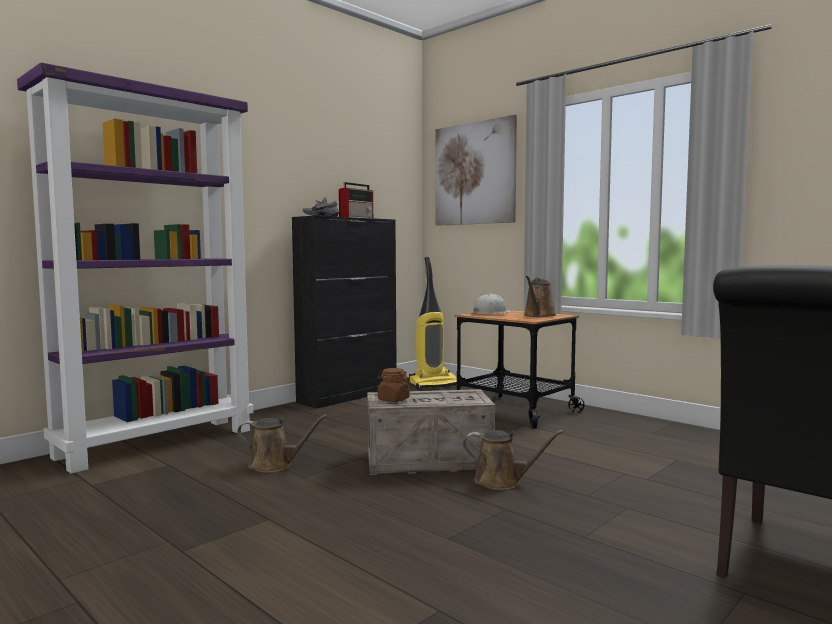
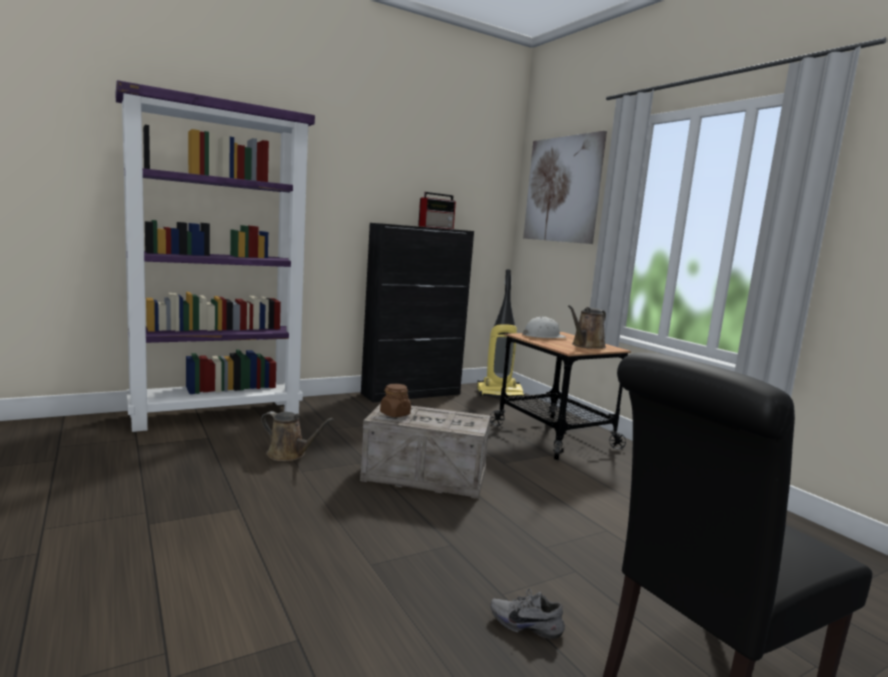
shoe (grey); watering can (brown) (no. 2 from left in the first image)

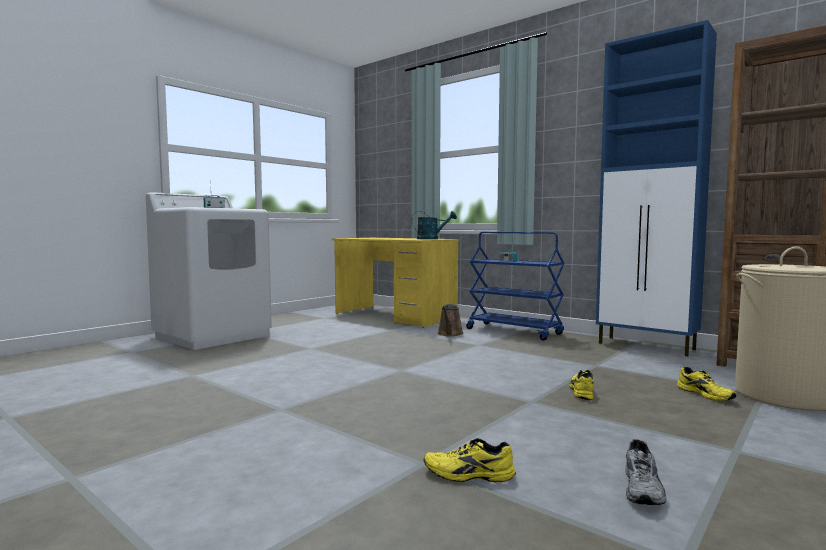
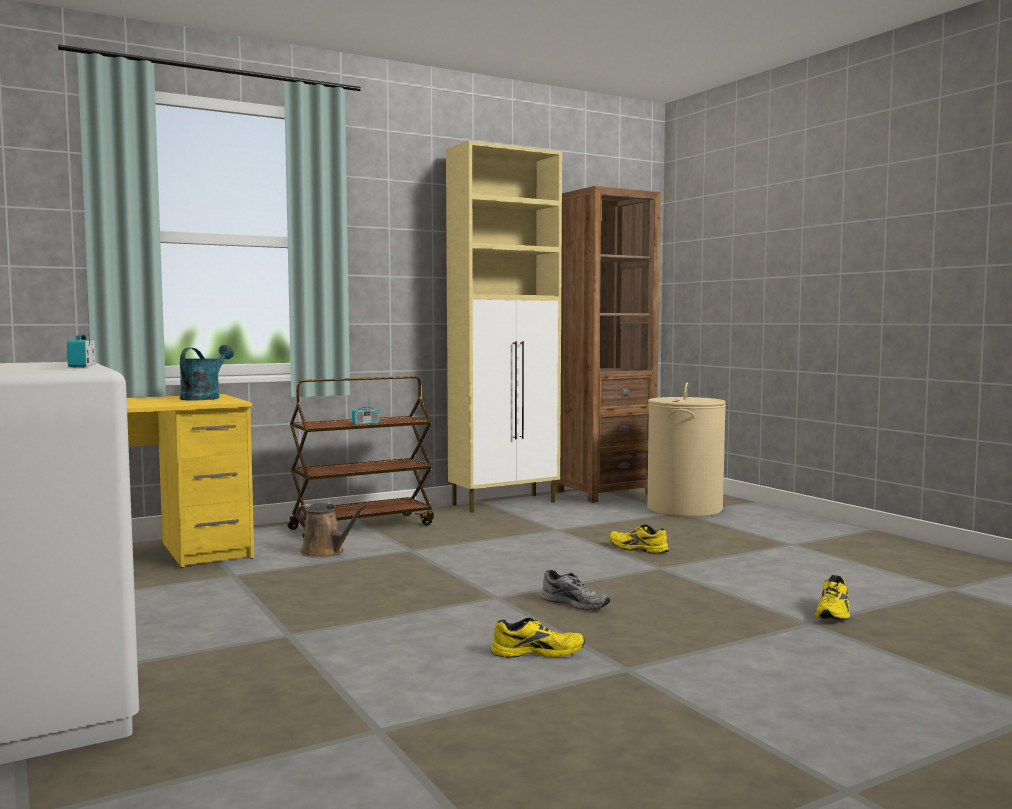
cabinet (beige); cart (brown); shoe (yellow) (no. 1 from left); shoe (grey)

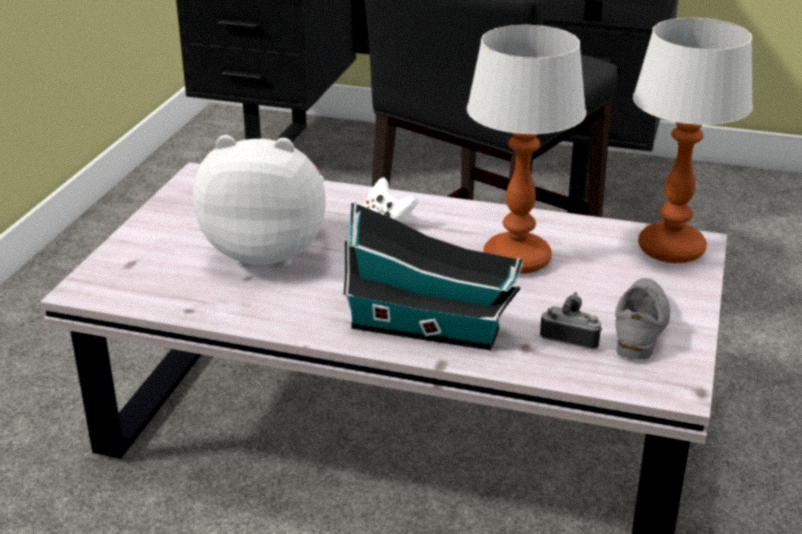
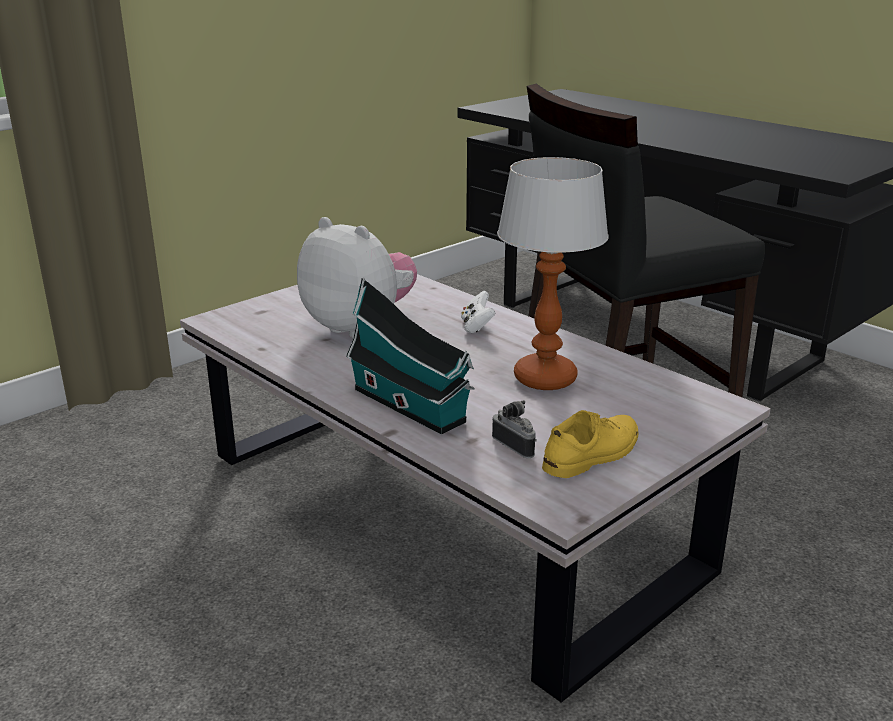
table lamp (no. 2 from left in the first image); shoe (yellow)

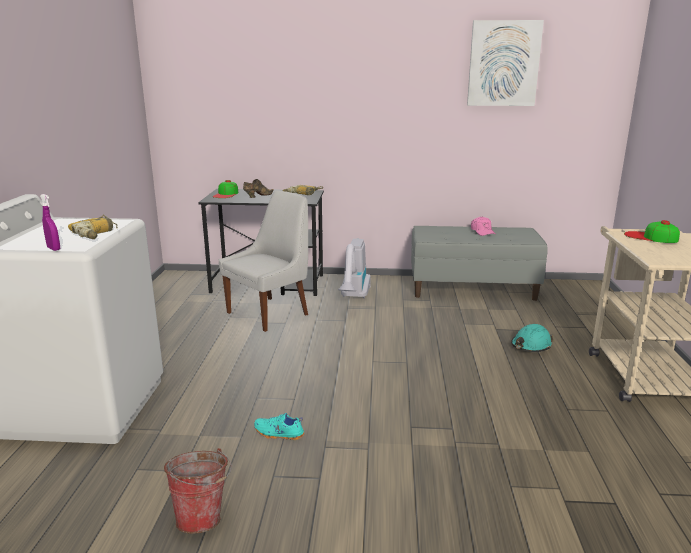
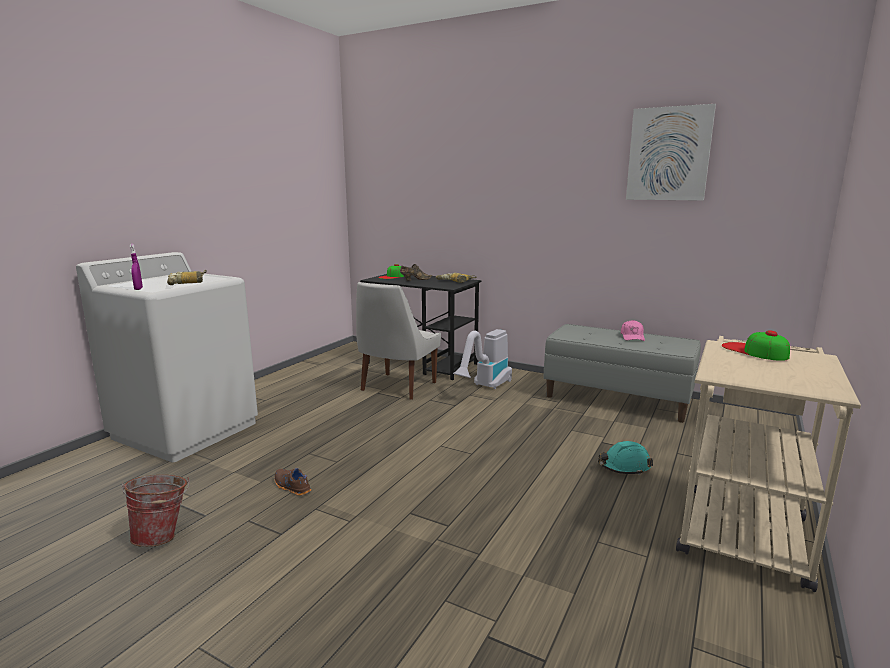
chair (white); shoe (brown) (no. 1 from left)

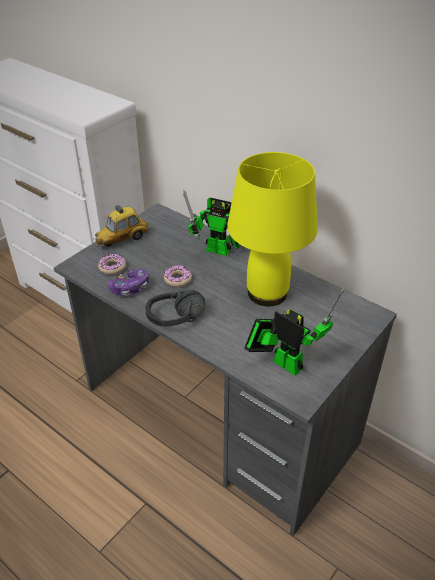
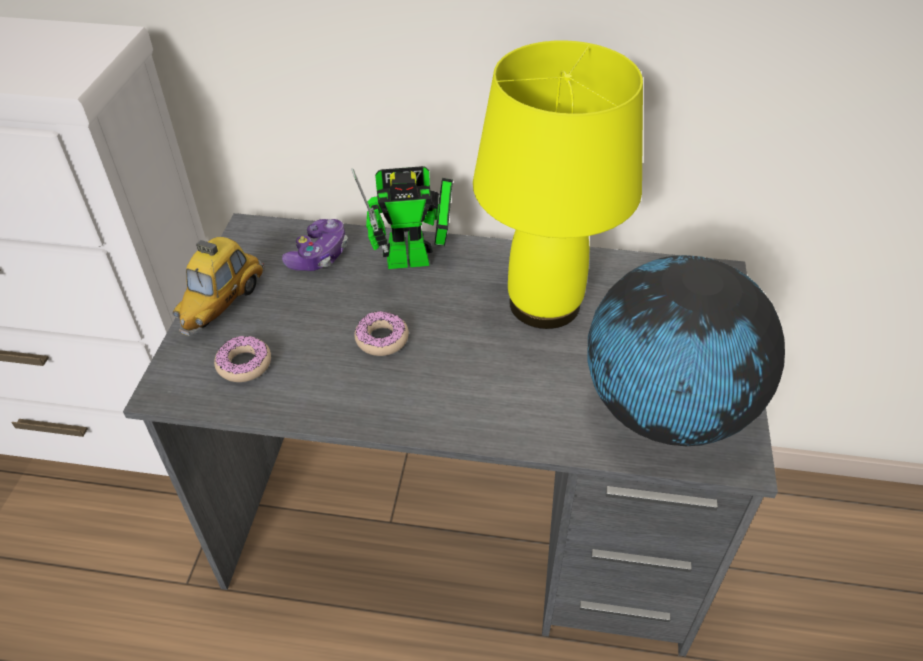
game controller; headphones (black); globe

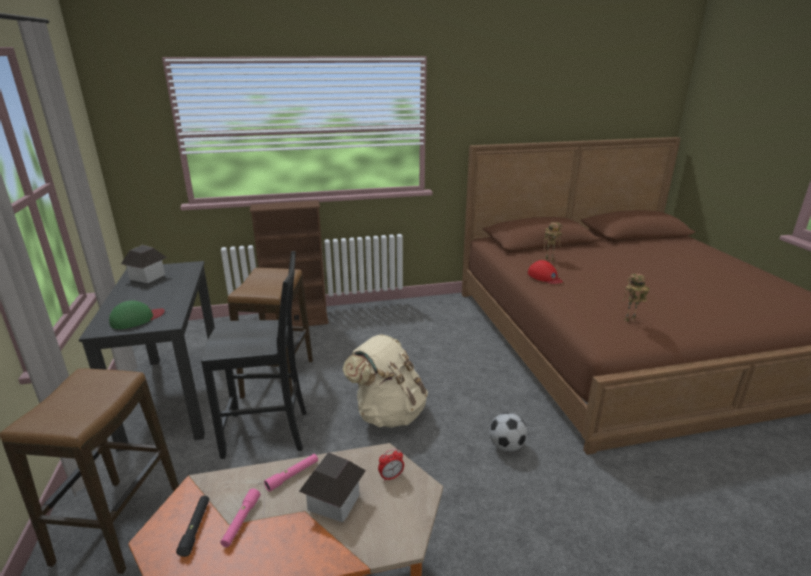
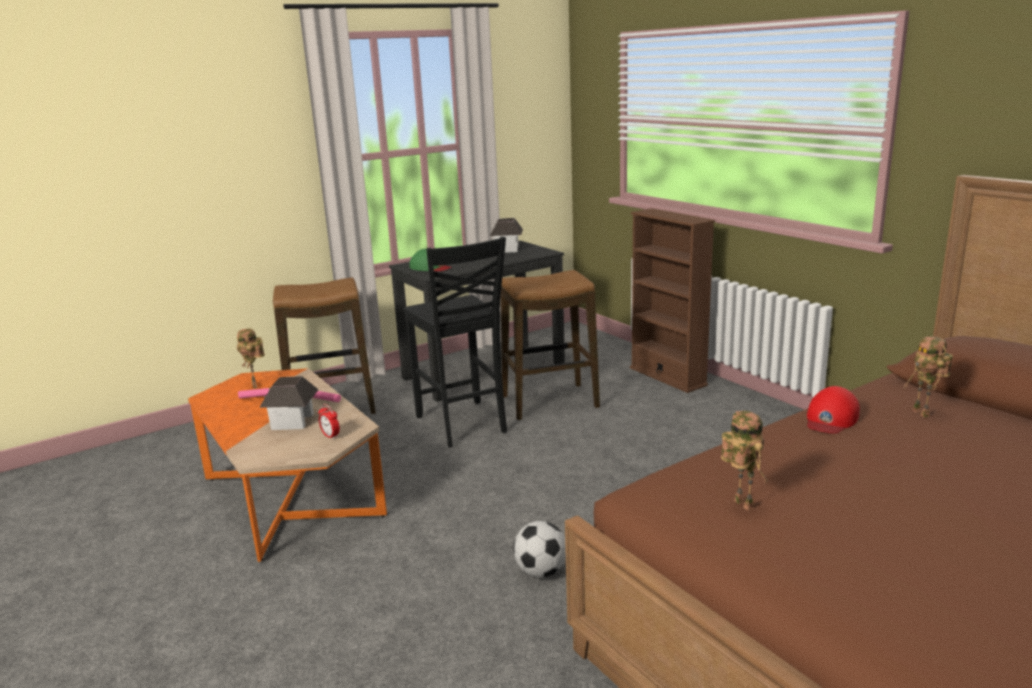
backpack (beige); toy robot (no. 1 from left)

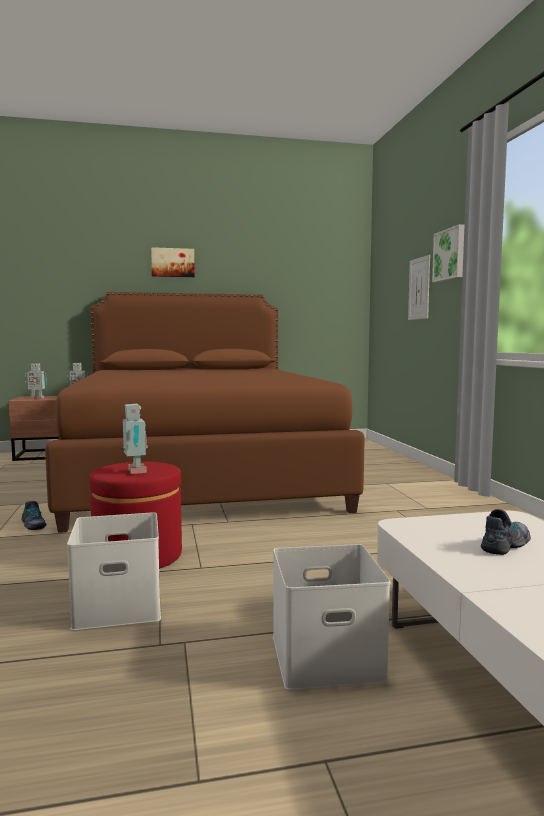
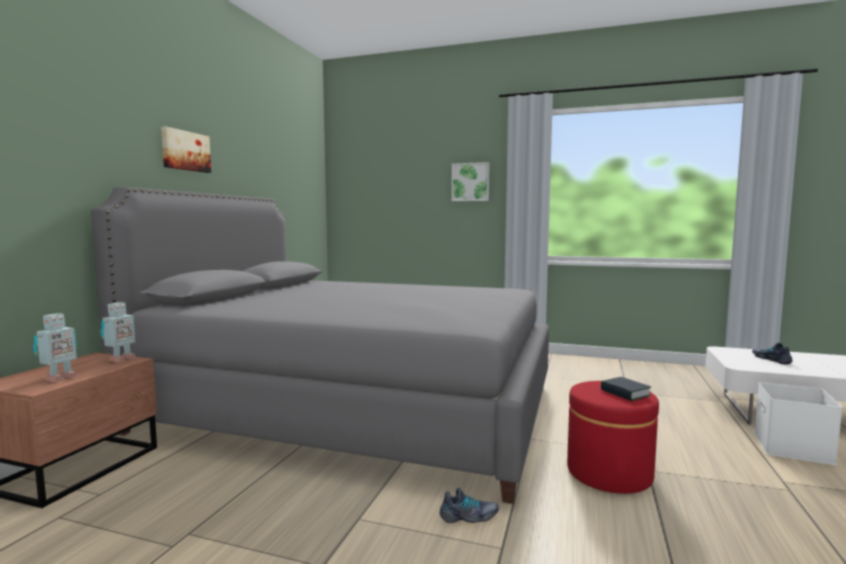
picture (no. 2 from left in the first image); bed (grey); book; storage box (white) (no. 1 from left in the first image)

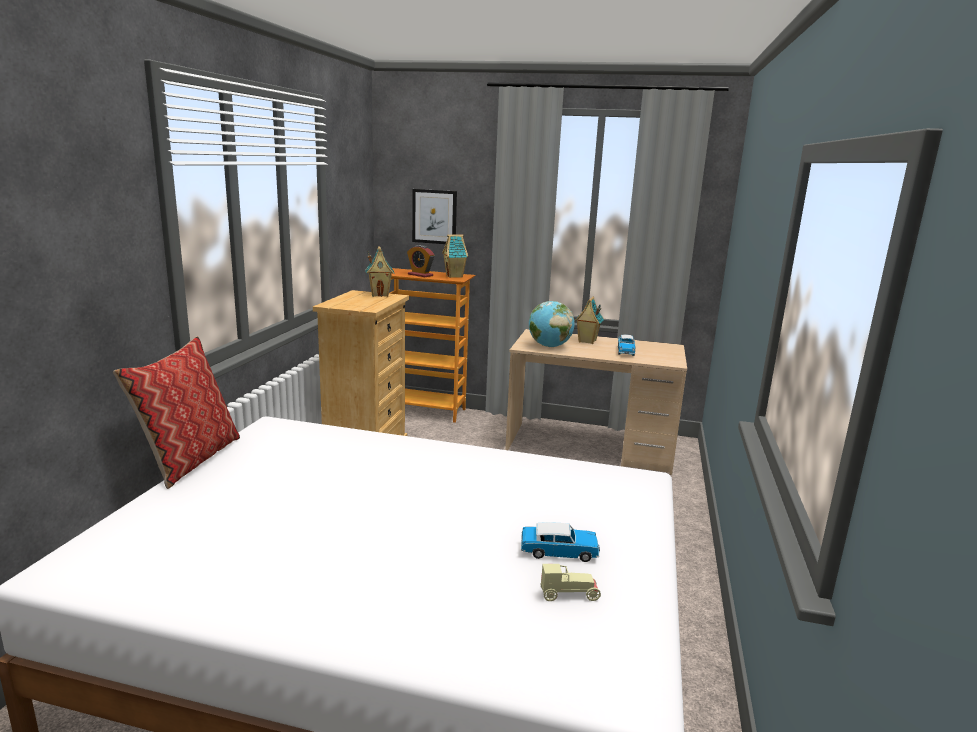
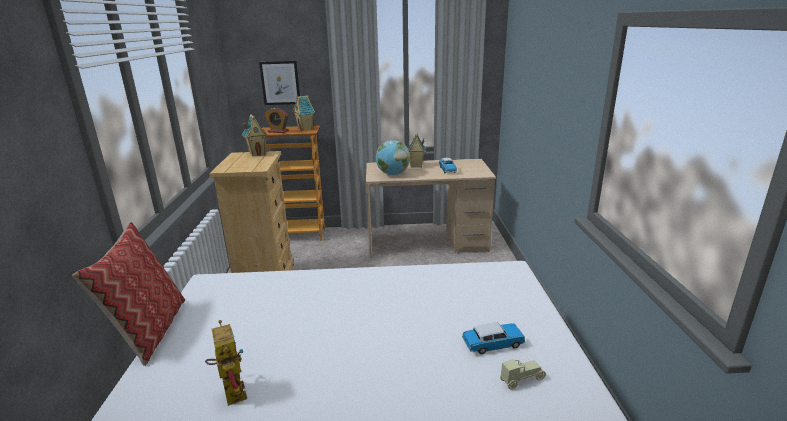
toy robot

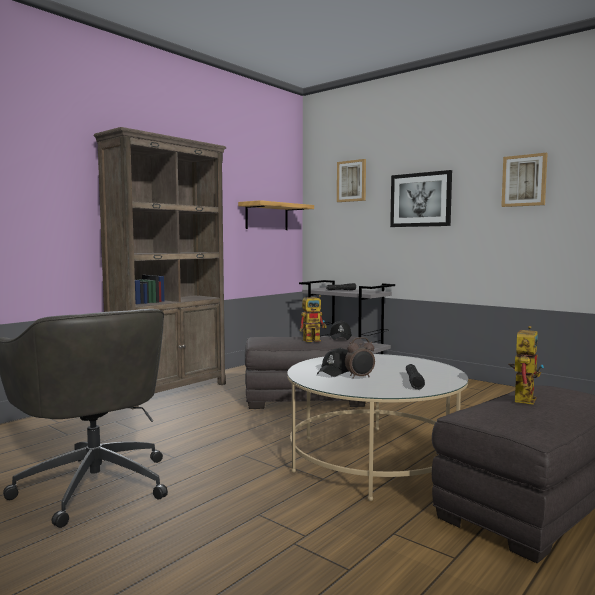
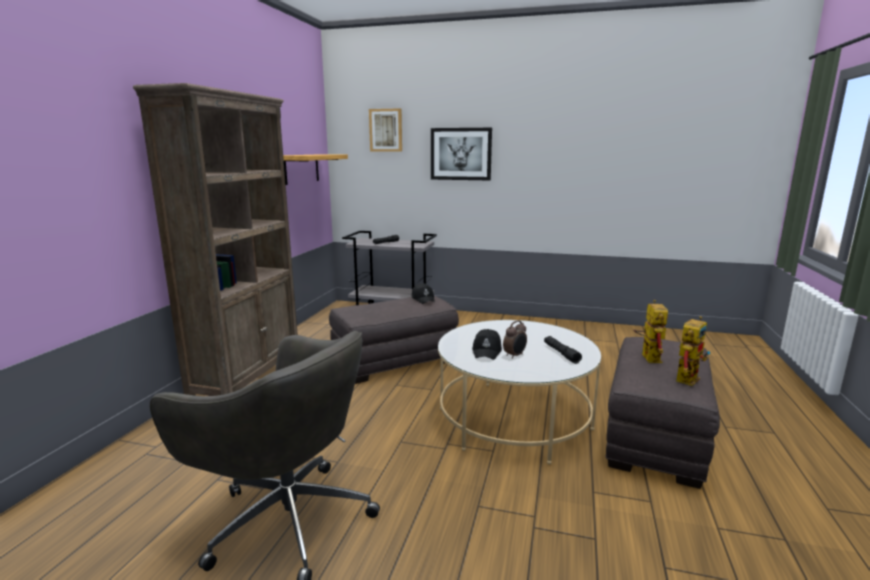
picture (no. 3 from left in the first image); toy robot (no. 2 from left)

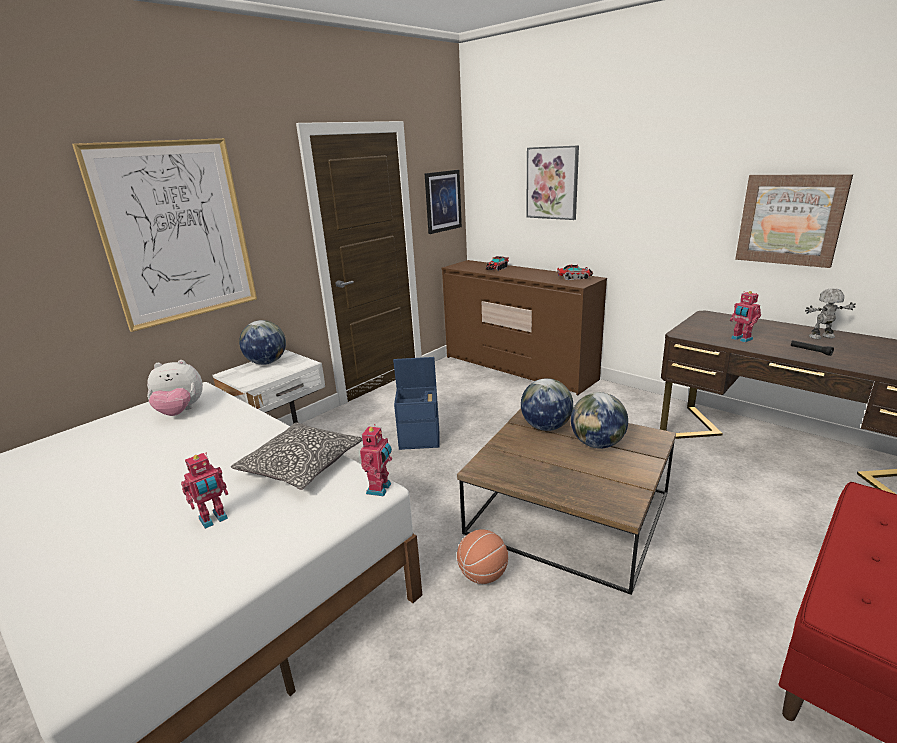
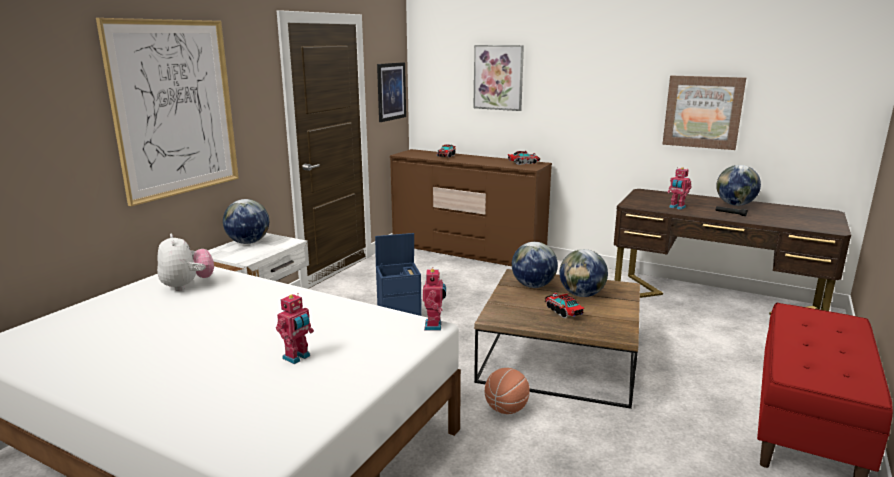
globe (no. 4 from left); plush toy; pillow; toy truck (no. 3 from left)

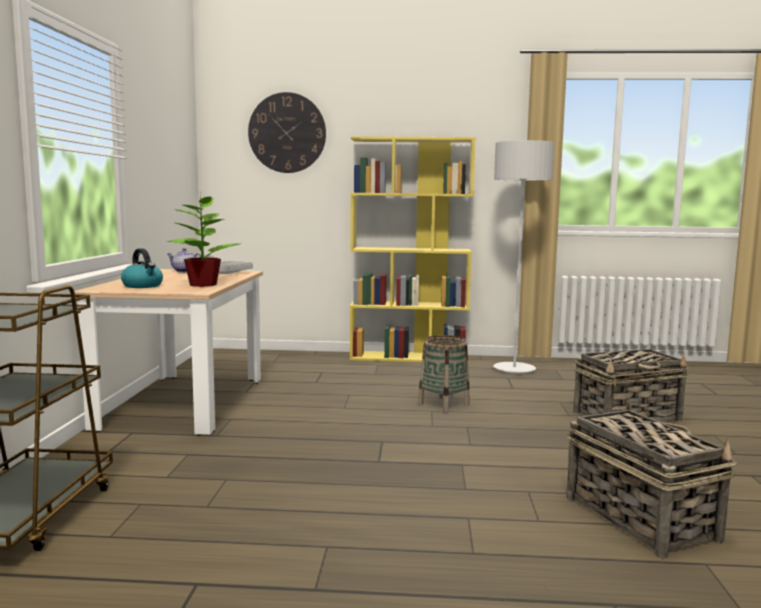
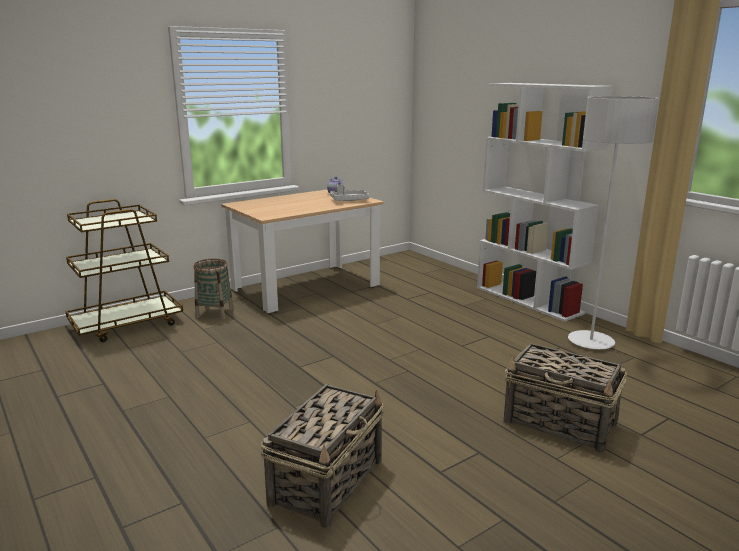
wall clock; bookcase (white); potted plant; kettle; basket (no. 1 from left)

